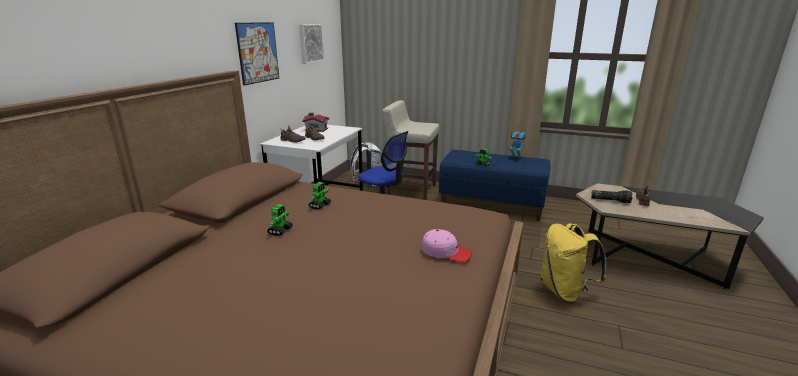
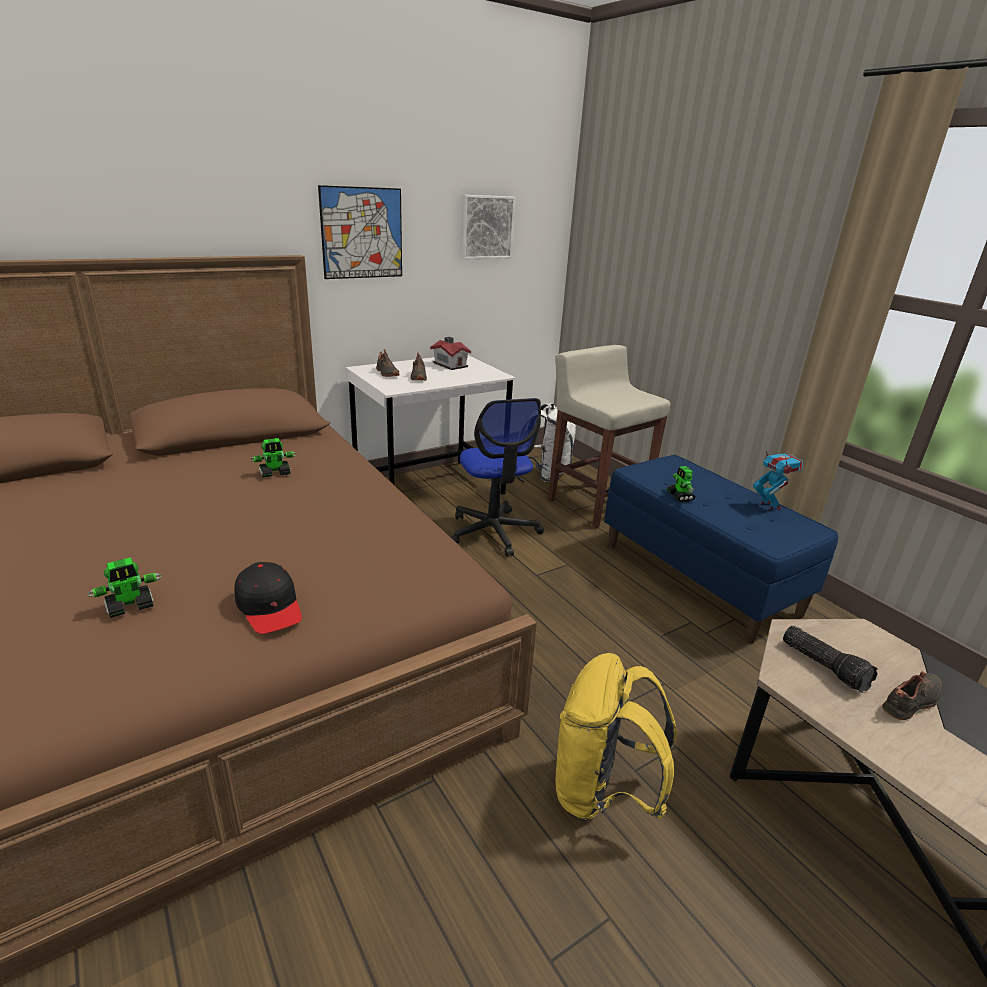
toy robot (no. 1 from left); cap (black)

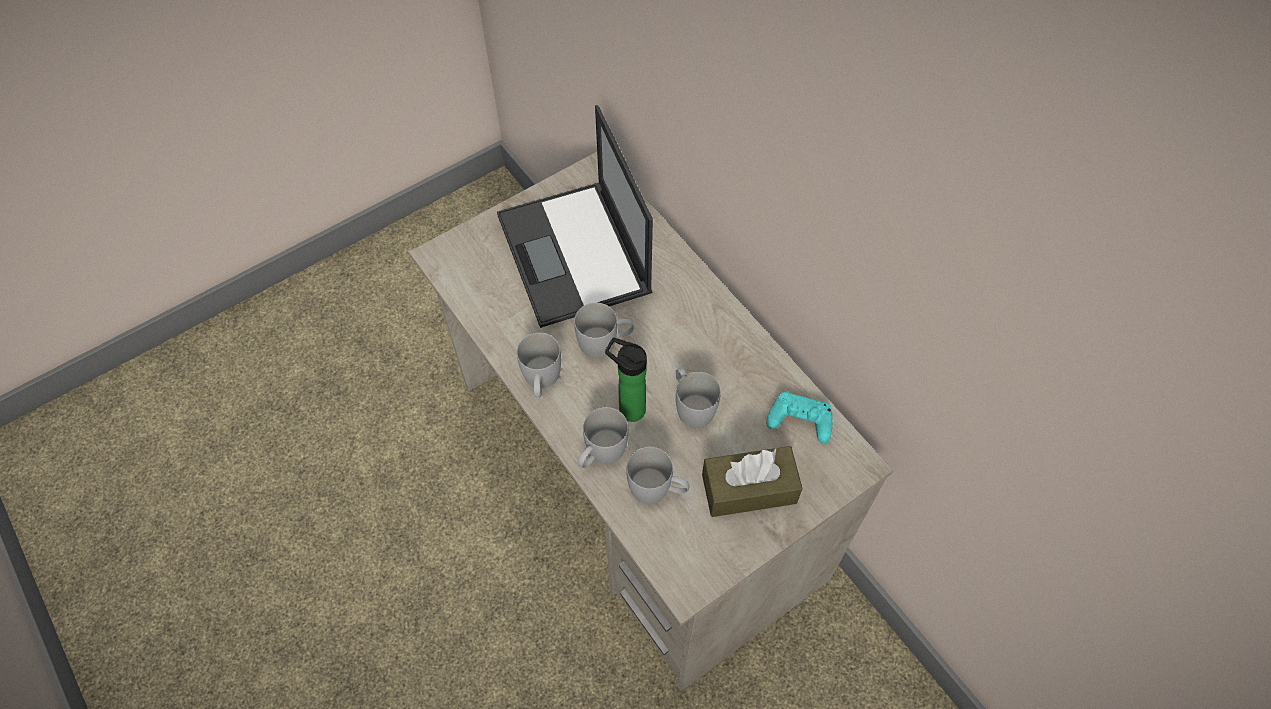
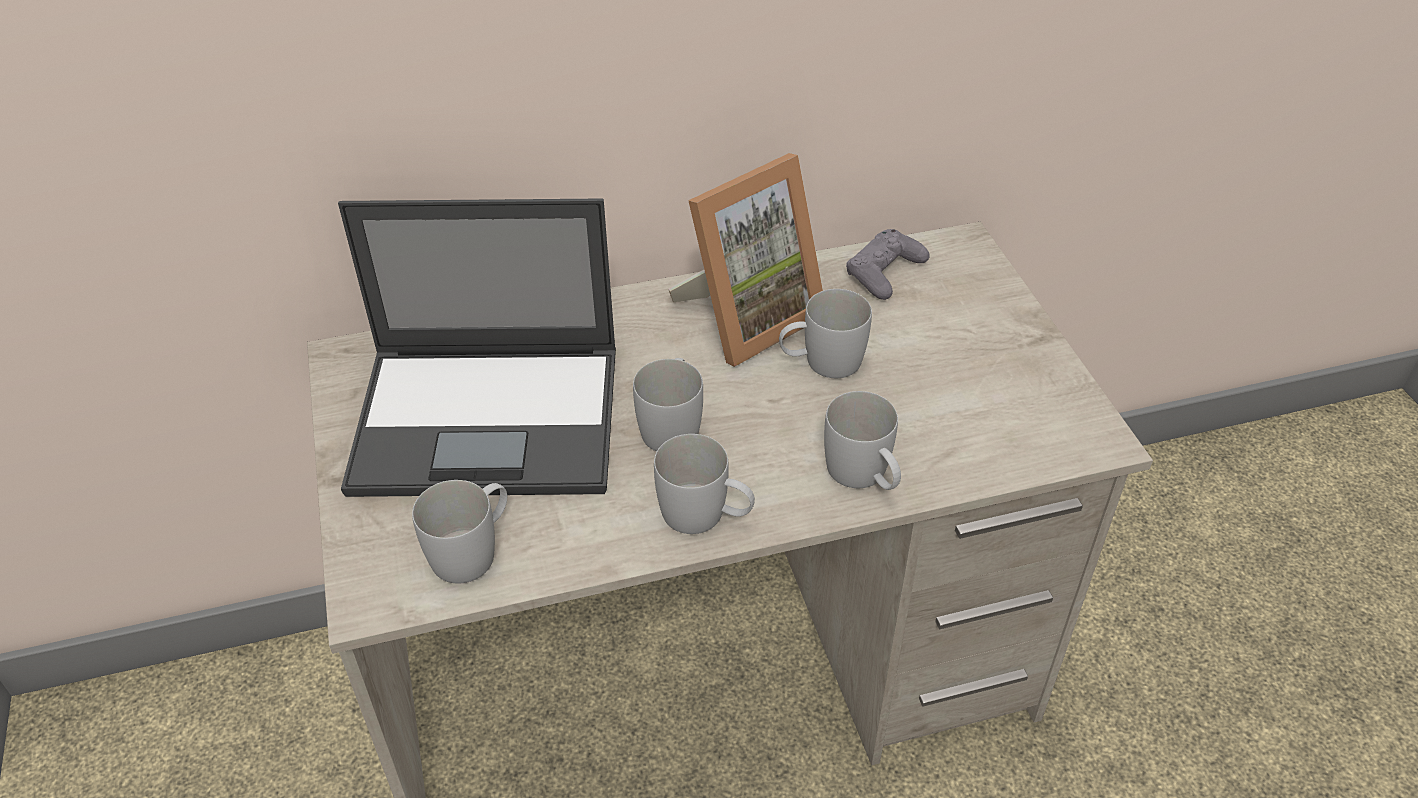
bottle; game controller (grey); tissue box (brown); mug (white) (no. 1 from left); picture frame

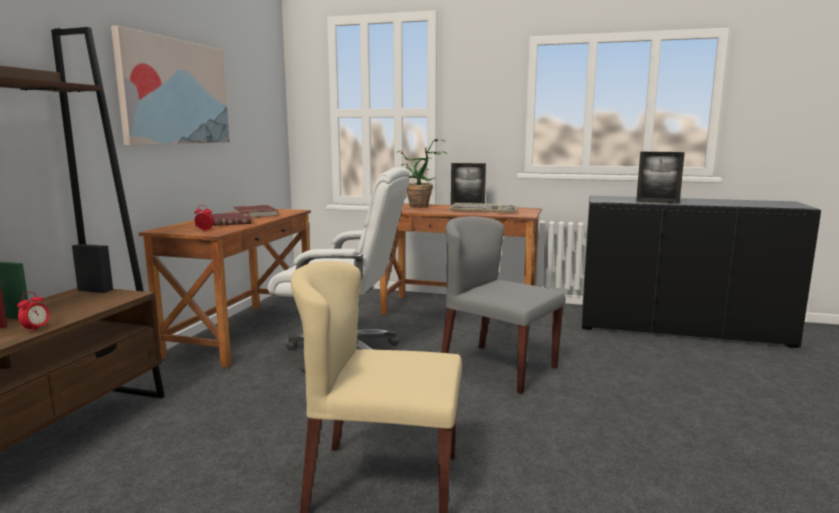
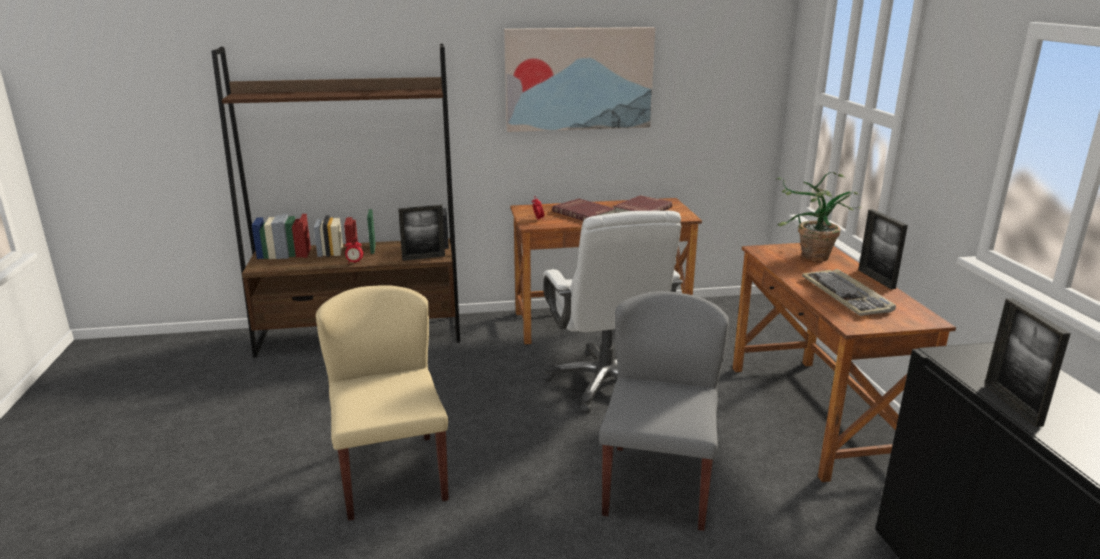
picture frame (no. 1 from left)

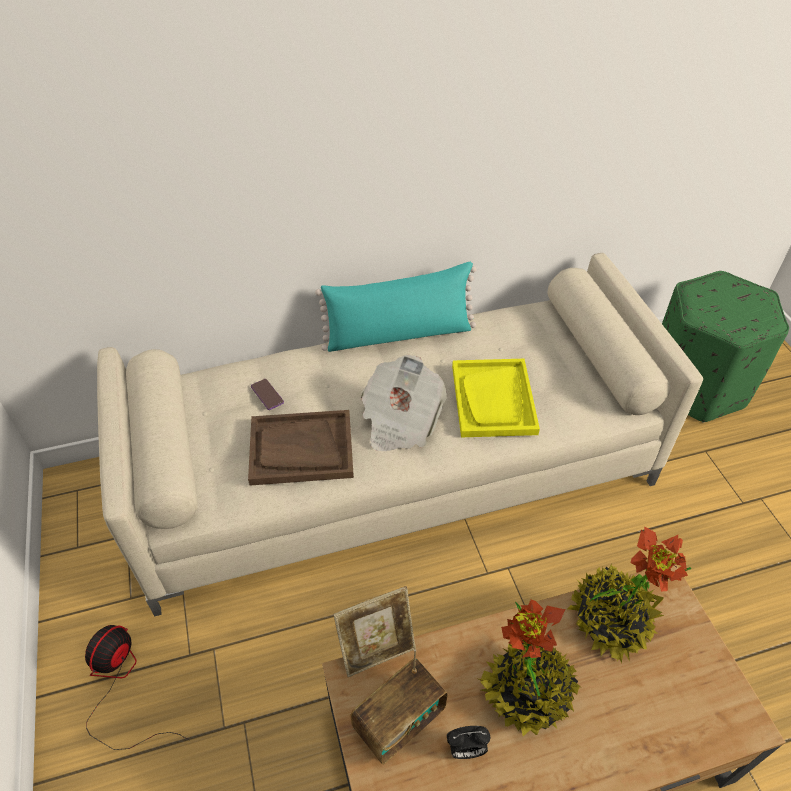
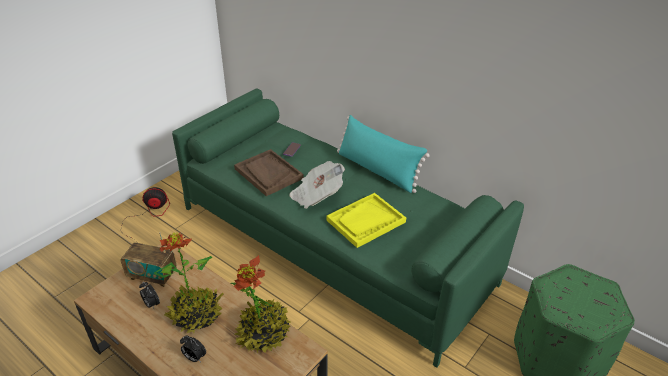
sofa (green); picture frame; alarm clock (no. 2 from left)

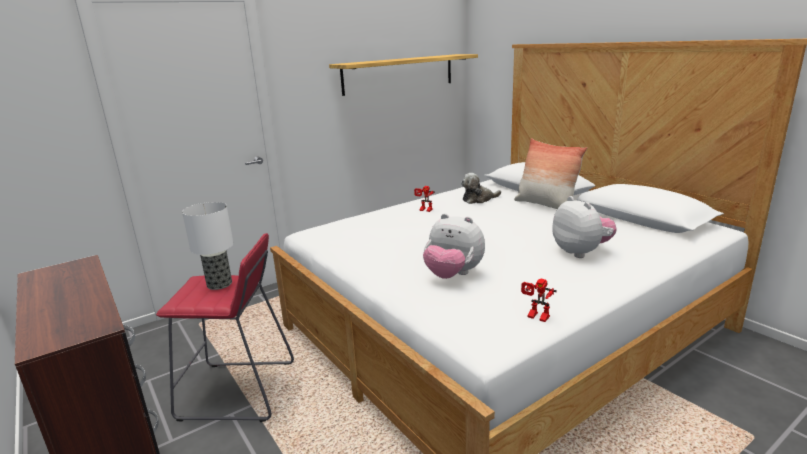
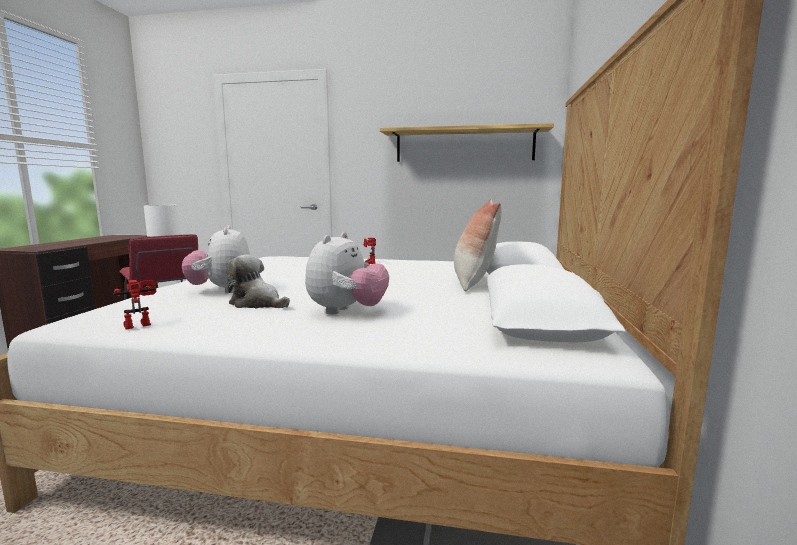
plush toy (no. 2 from left); toy robot (no. 1 from left)

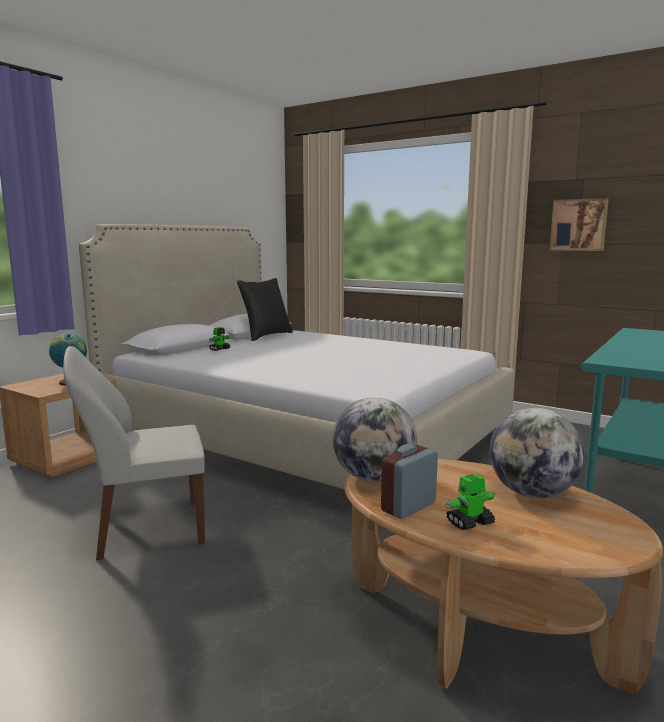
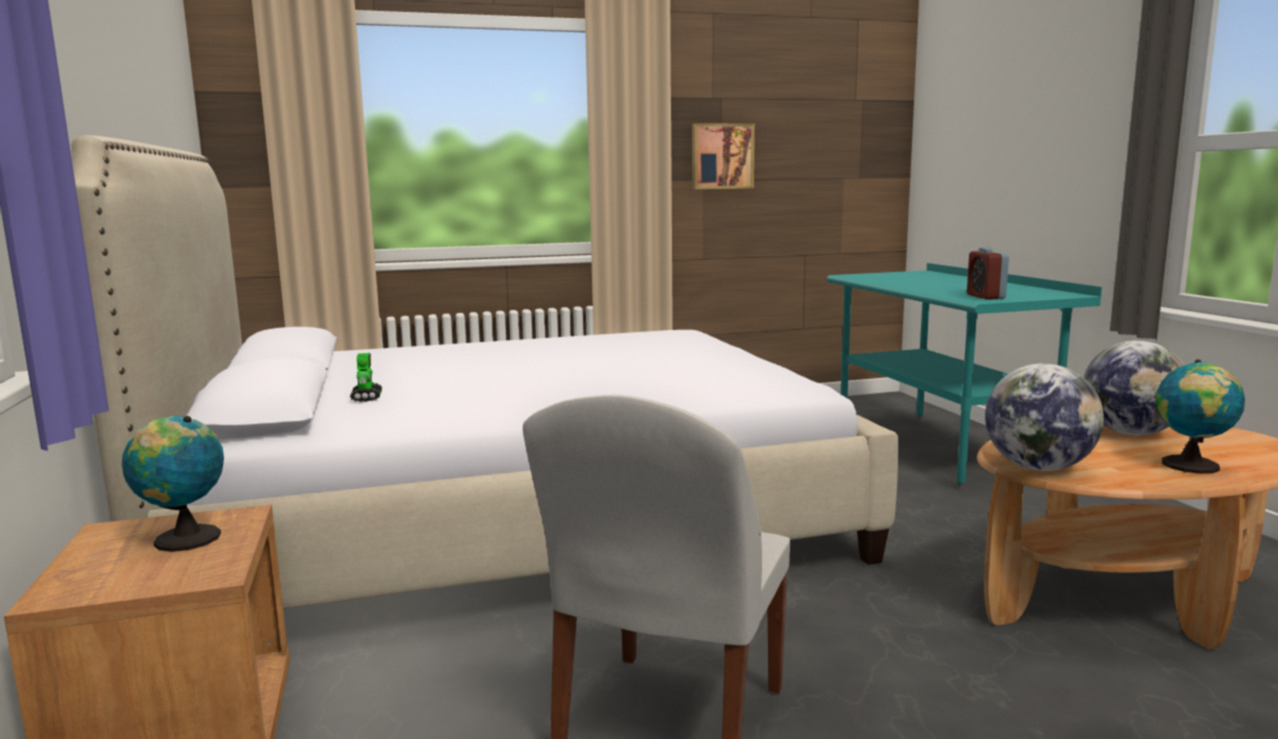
pillow (black); alarm clock; globe (no. 4 from left)

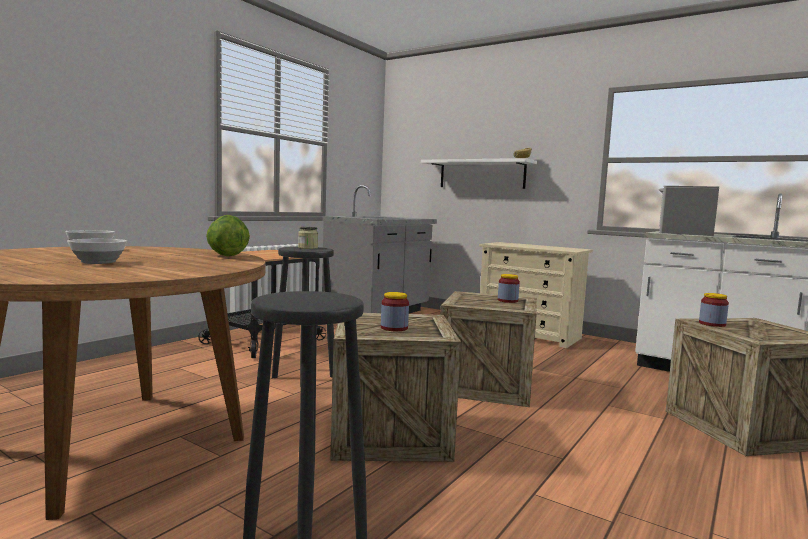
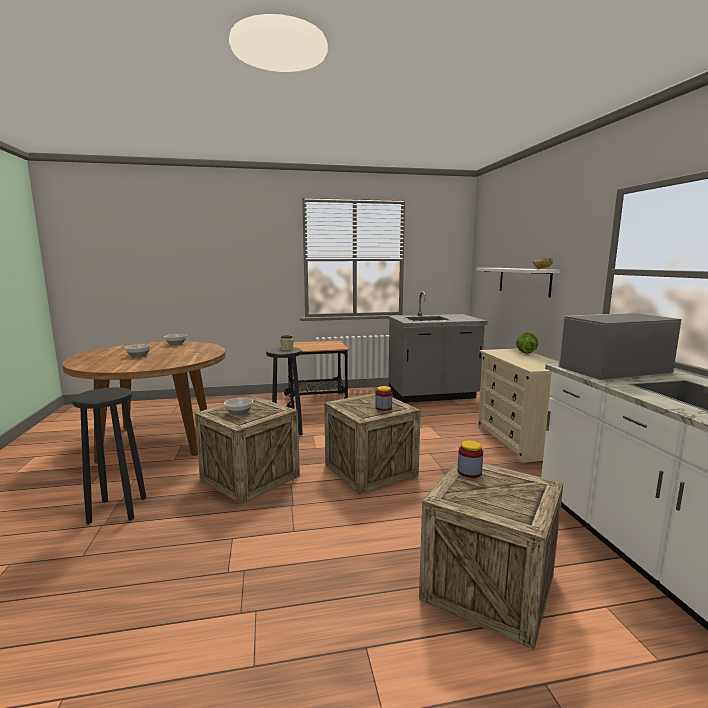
lettuce; bowl (no. 3 from left)

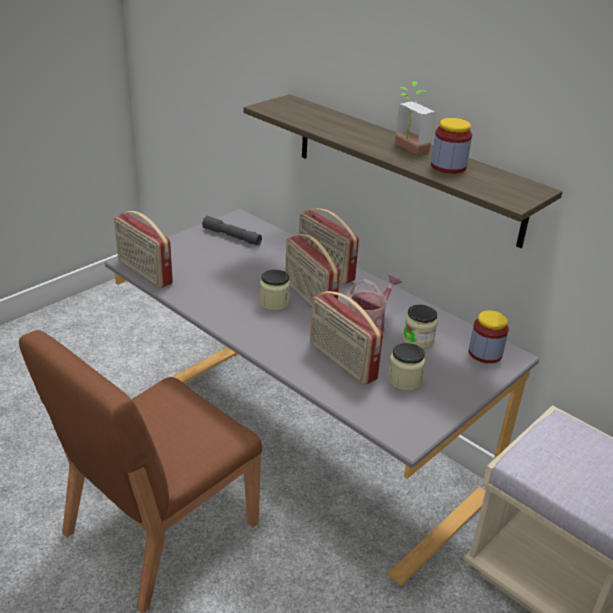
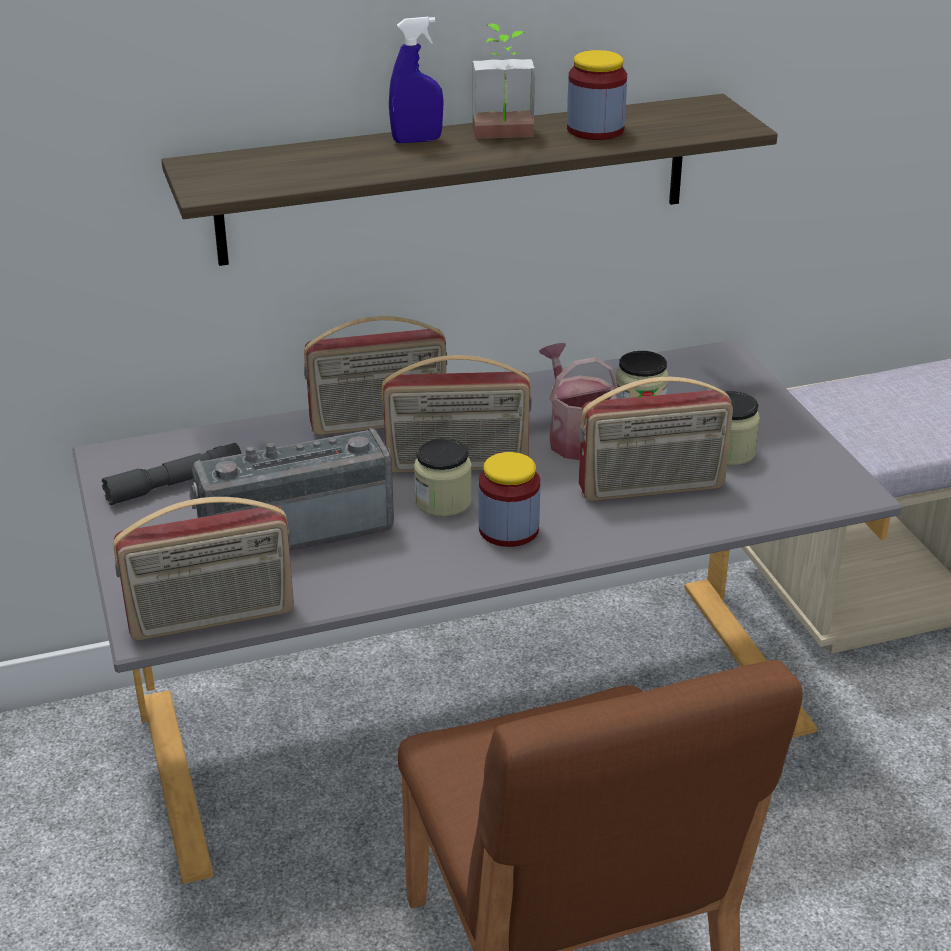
jar (no. 2 from left); spray bottle (blue); radio (no. 2 from left)

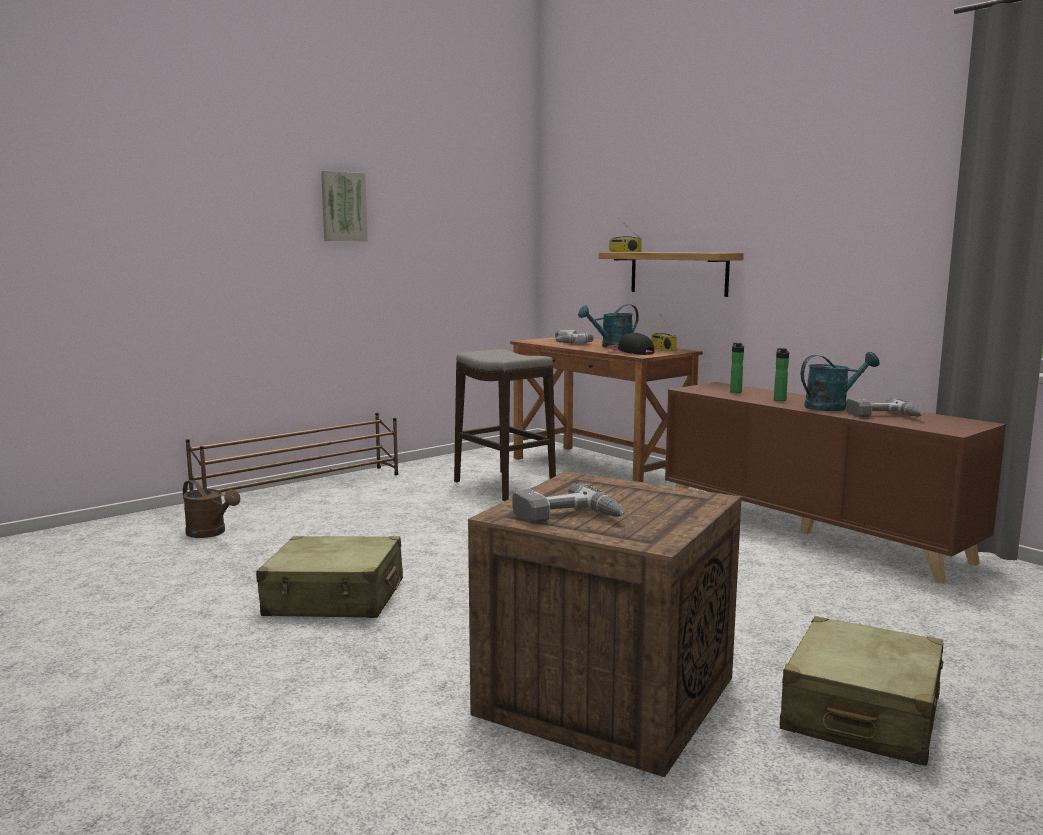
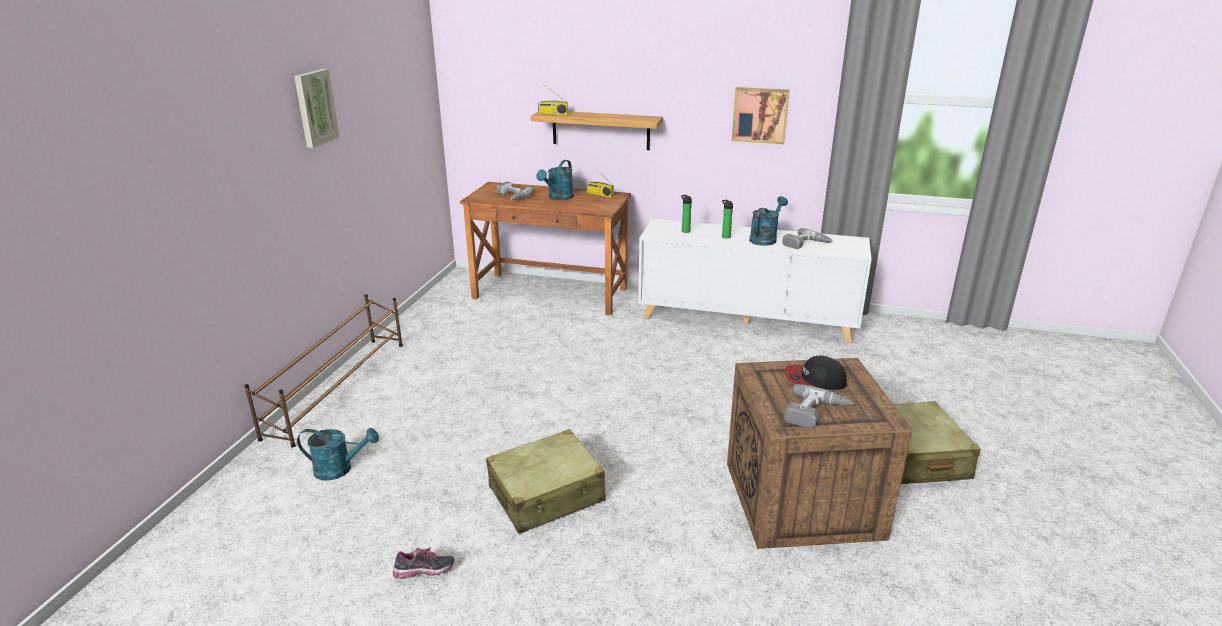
cap; stool; cabinet (white); watering can (turquoise) (no. 1 from left); picture (no. 2 from left); shoe

